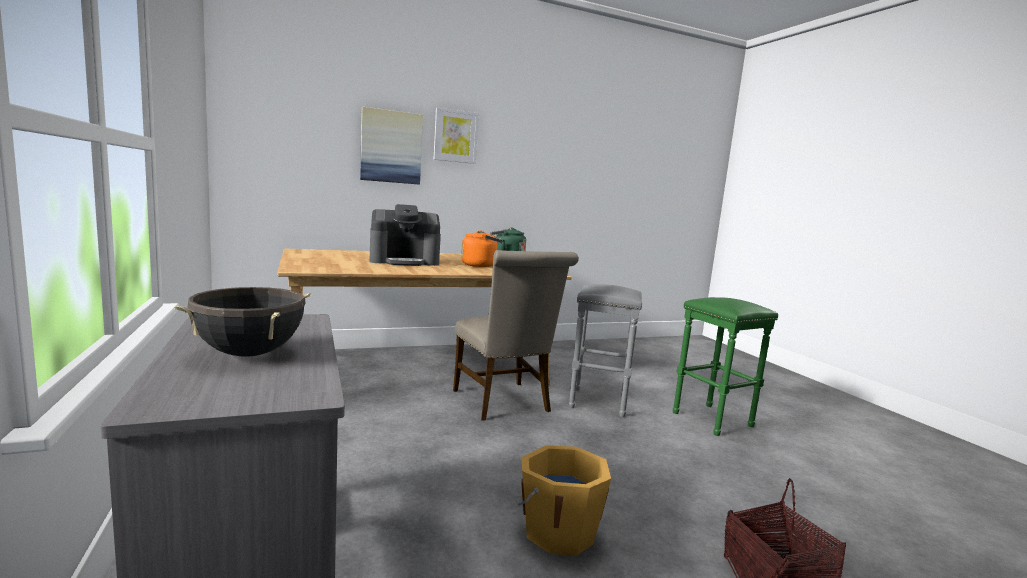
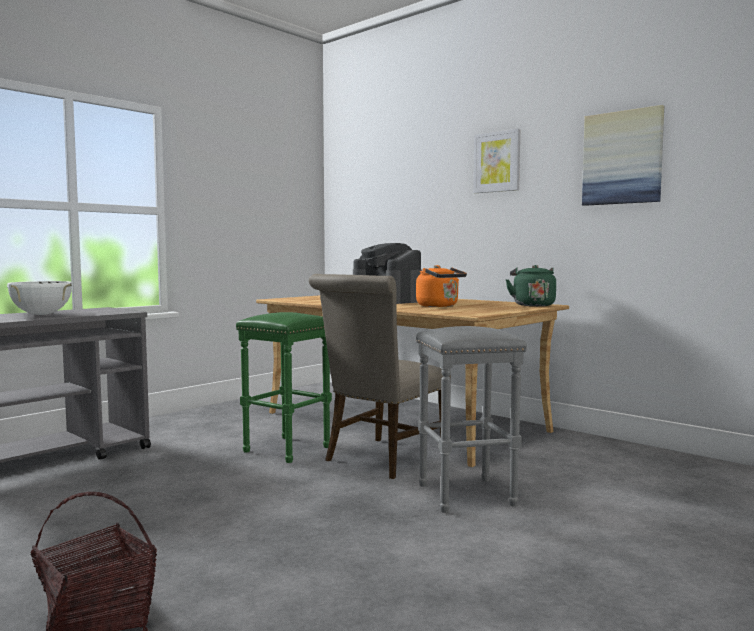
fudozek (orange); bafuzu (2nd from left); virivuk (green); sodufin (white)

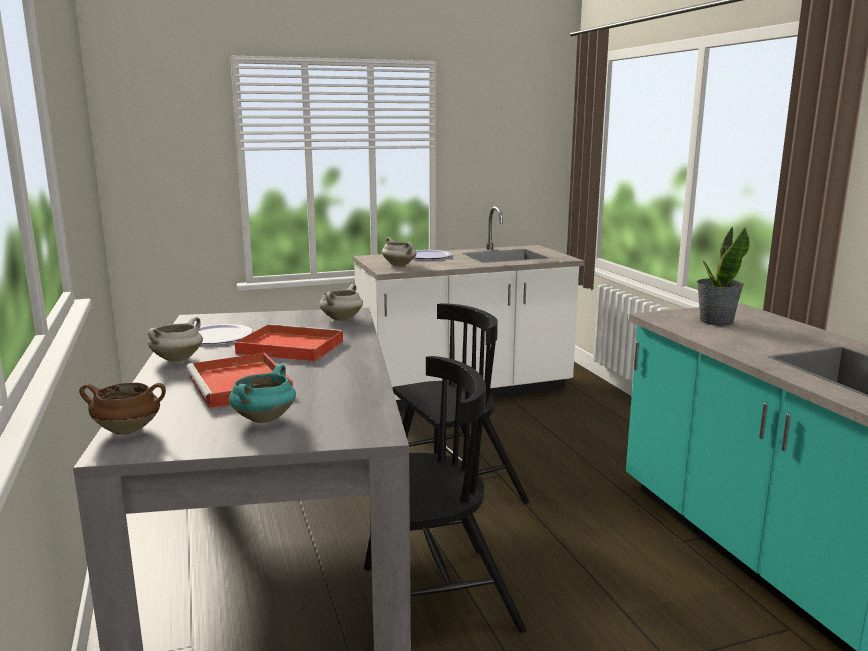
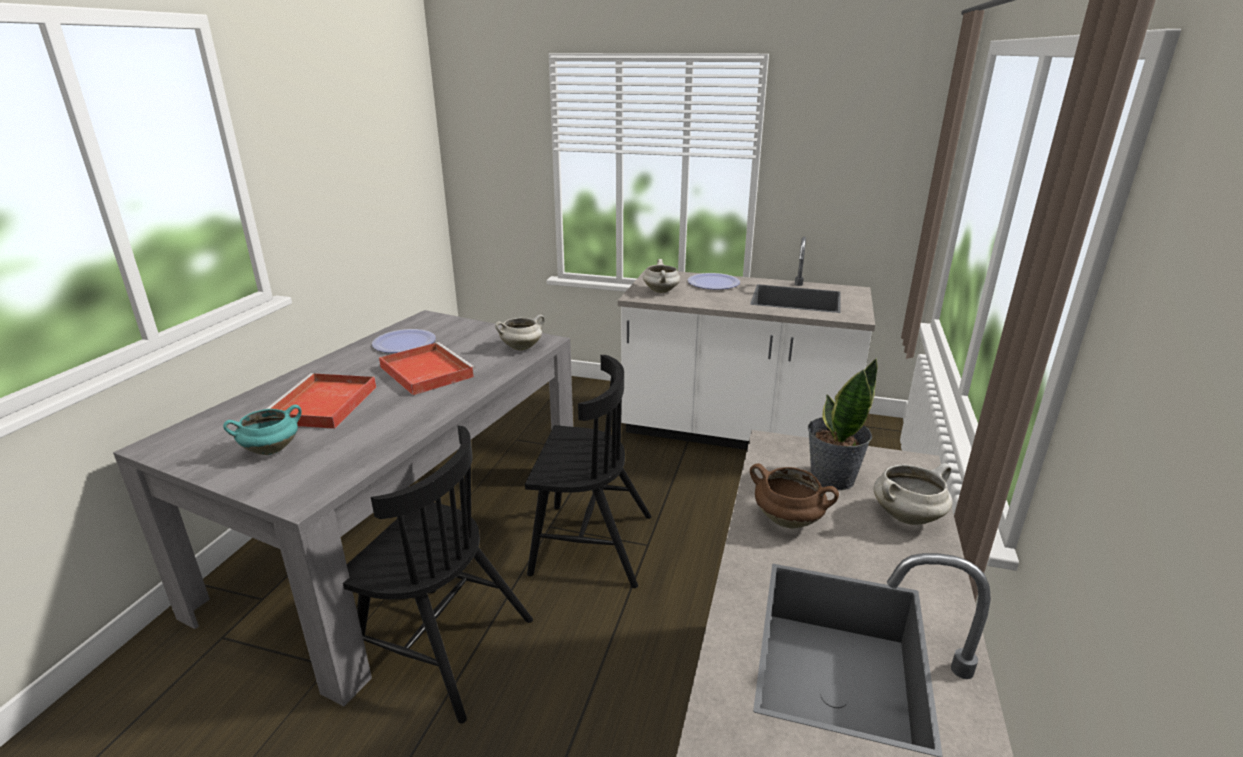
sodufin (brown); sodufin (white) (3rd from left)

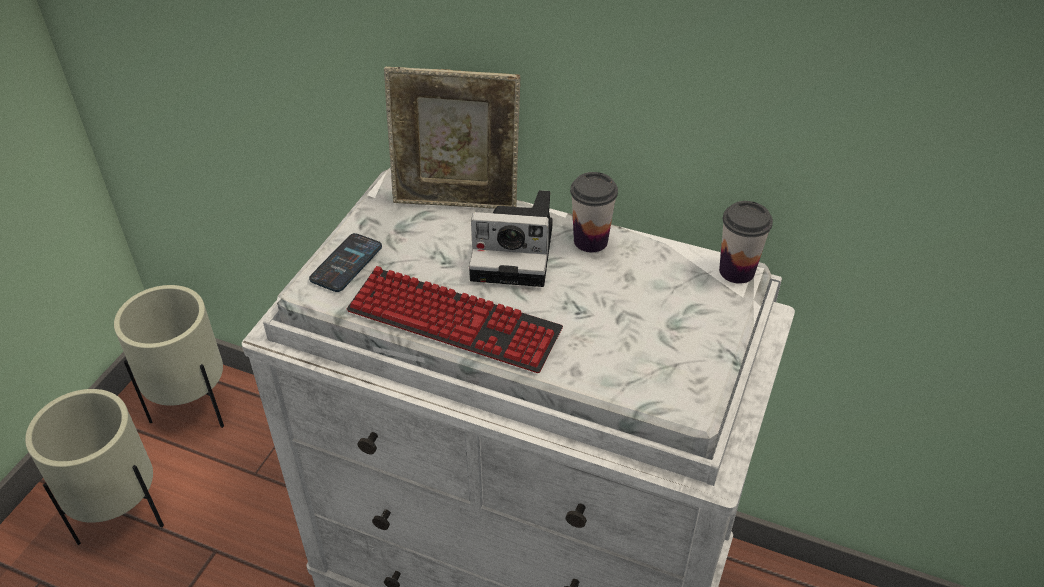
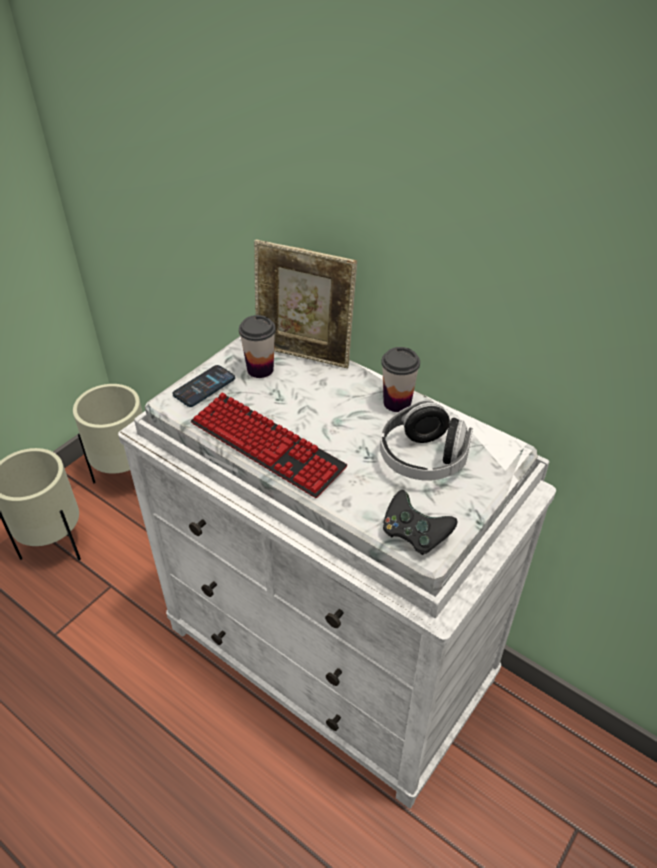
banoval; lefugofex; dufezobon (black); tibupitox (1st from left)

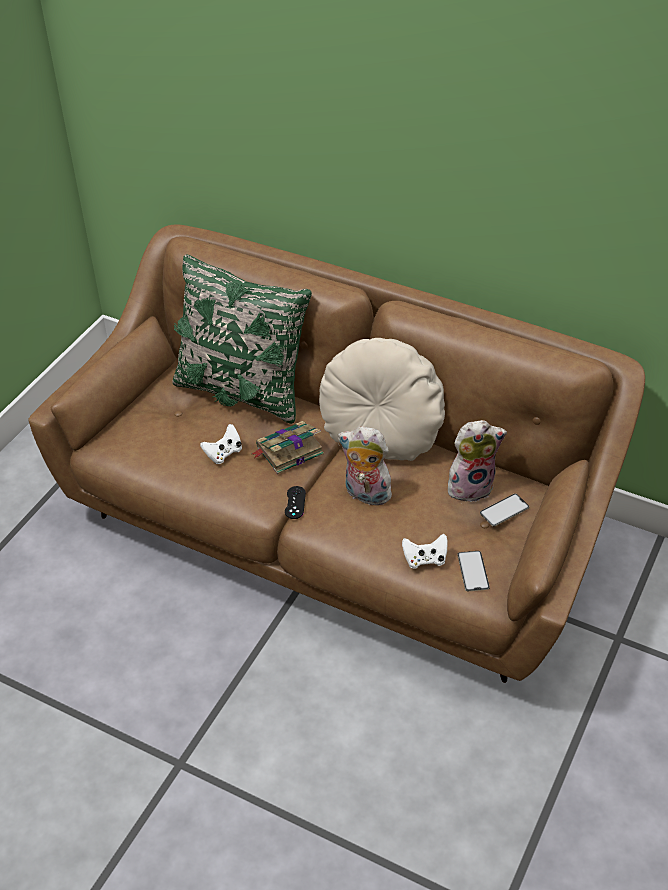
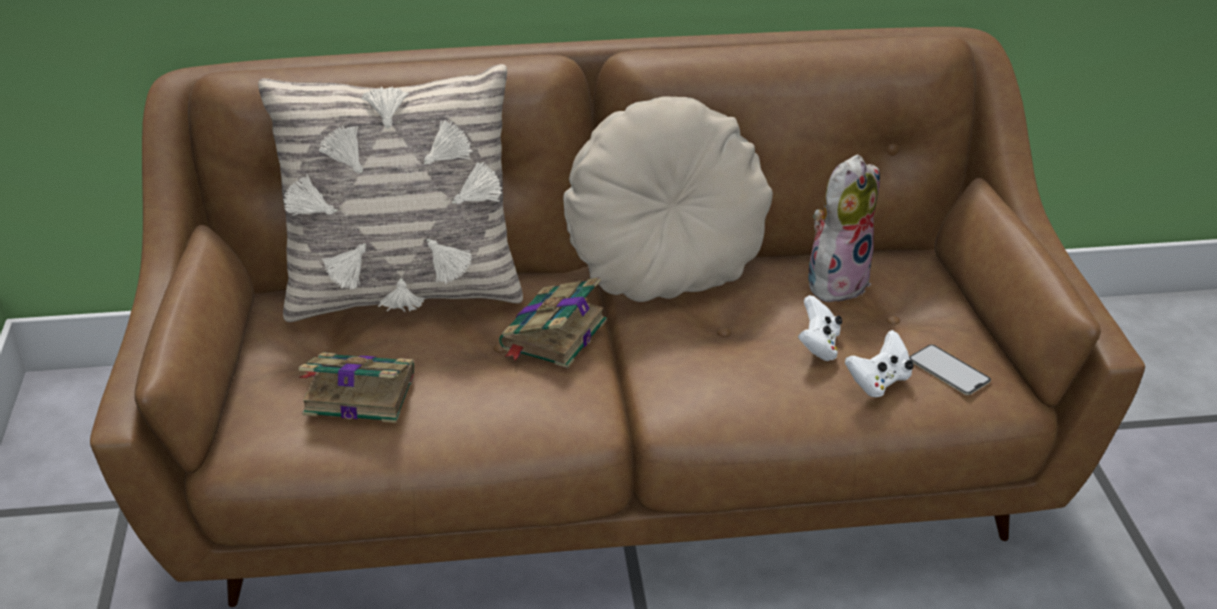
dufezobon (black); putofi (1st from left in the first image); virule (2nd from left in the first image); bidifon (1st from left); dufezobon (white) (1st from left); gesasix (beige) (1st from left)

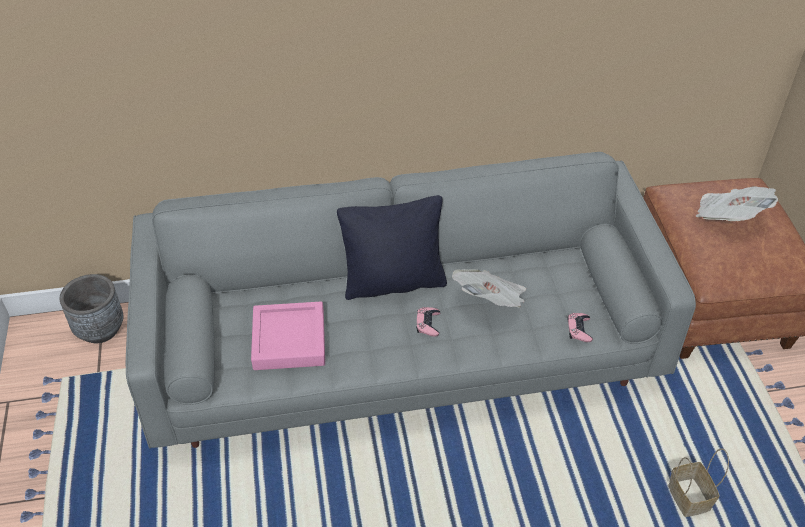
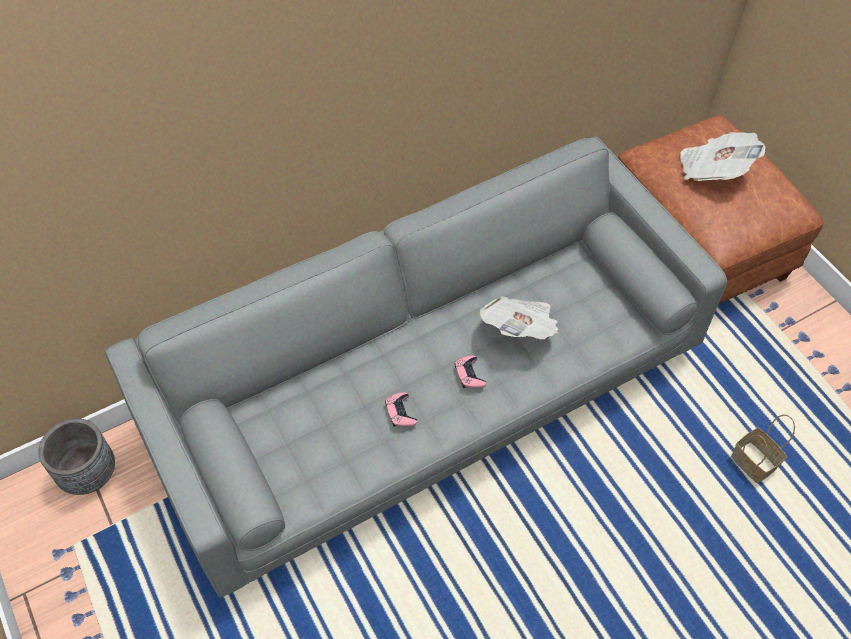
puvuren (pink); gesasix (black); dufezobon (pink) (1st from left)

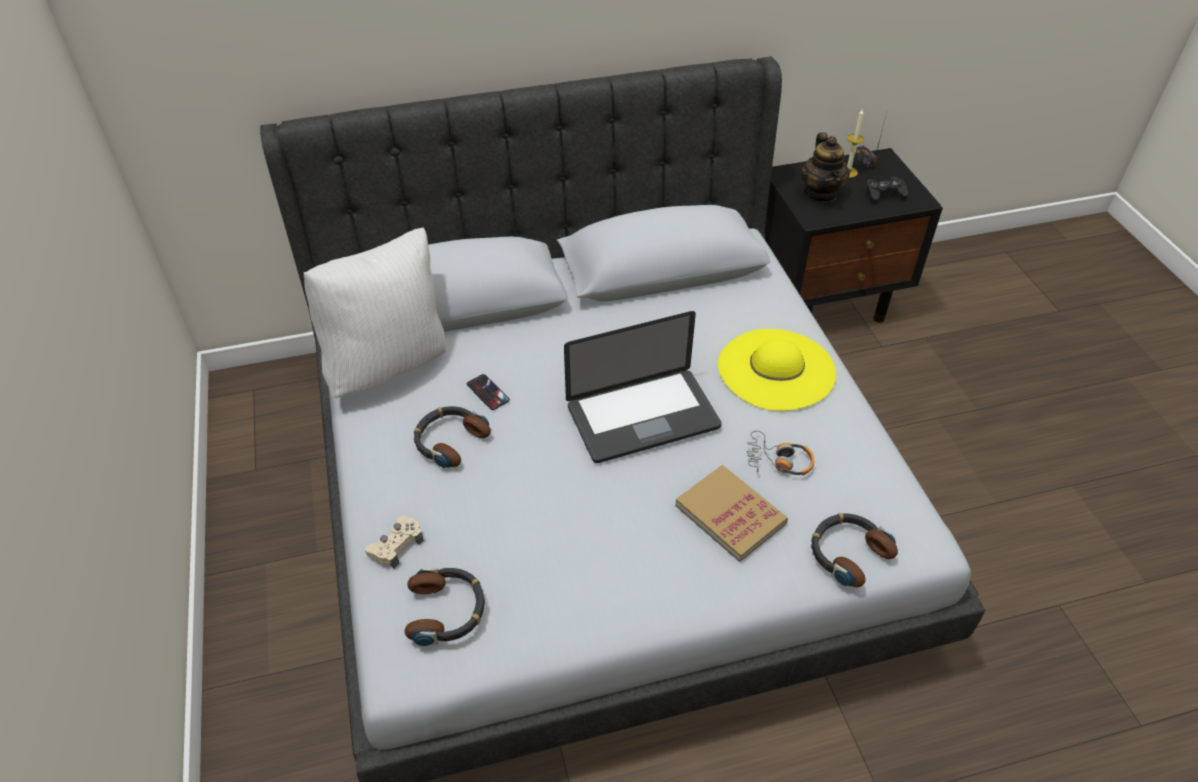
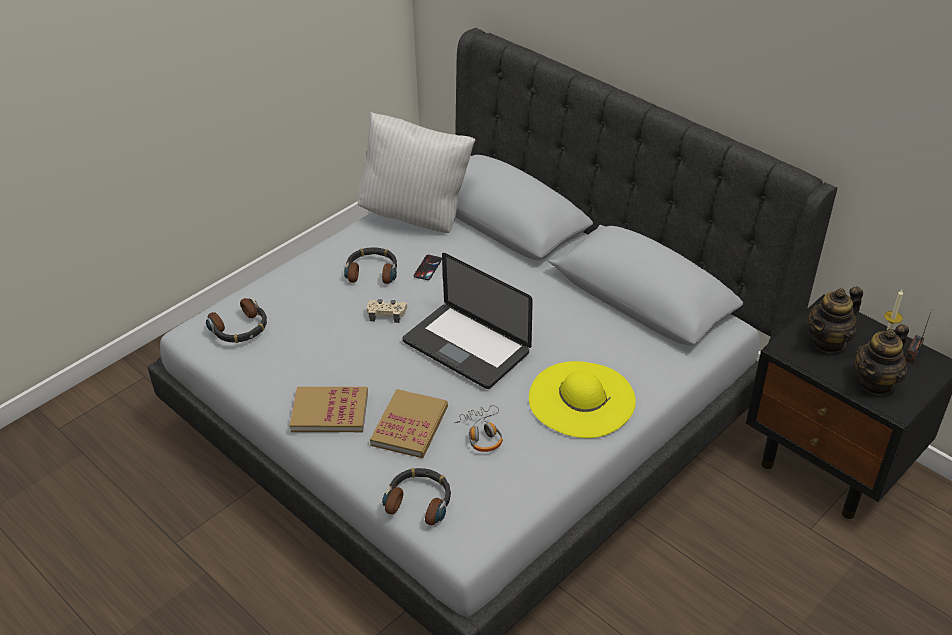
bidifon (1st from left); dufezobon (beige); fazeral (2nd from left)

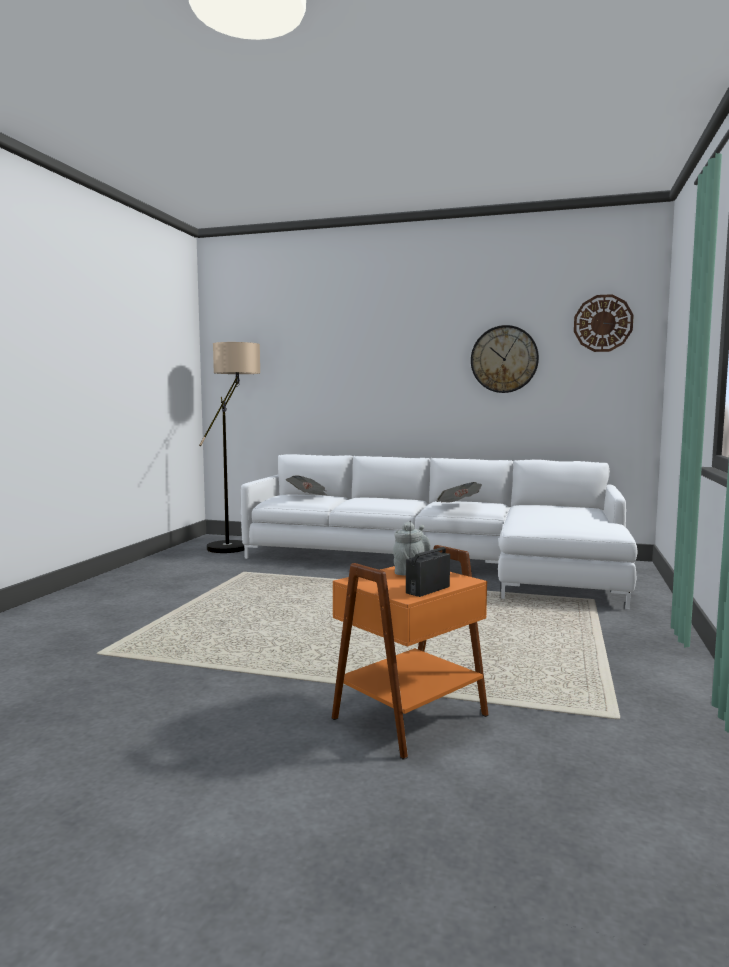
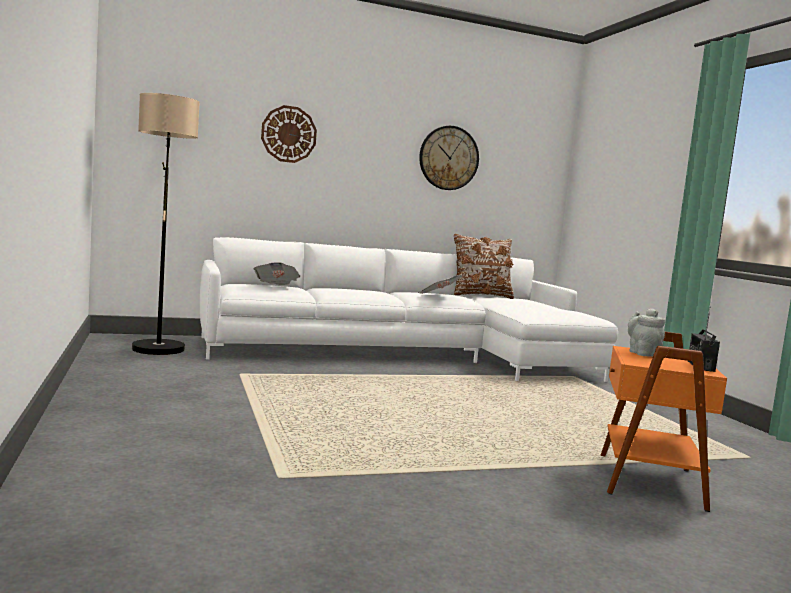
gesasix (brown); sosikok (1st from left)

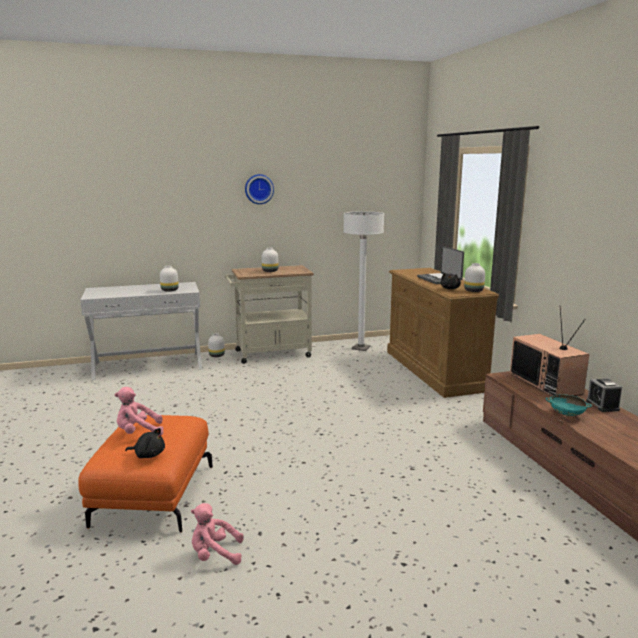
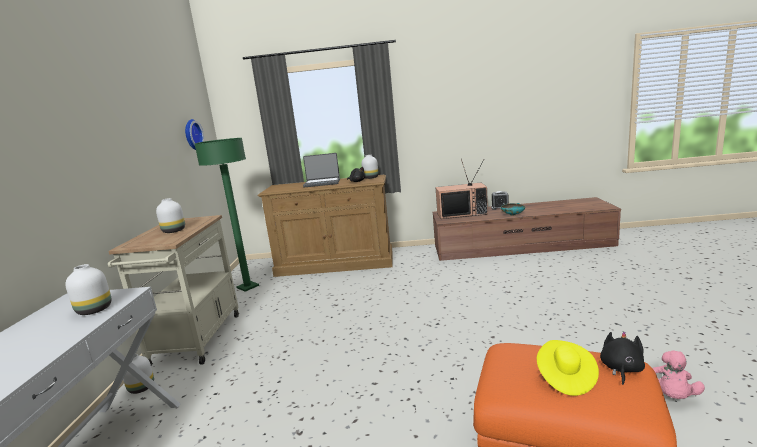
sosikok; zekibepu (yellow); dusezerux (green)

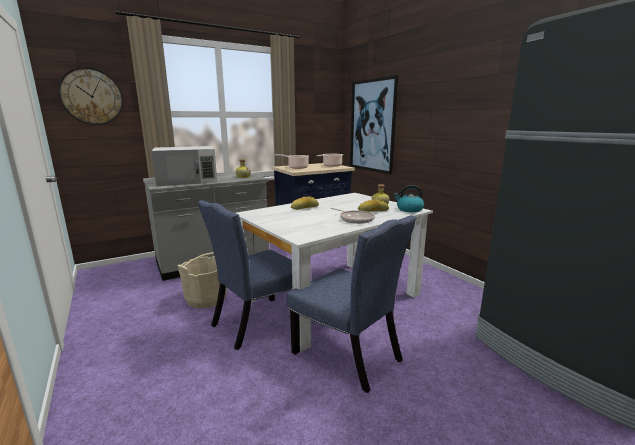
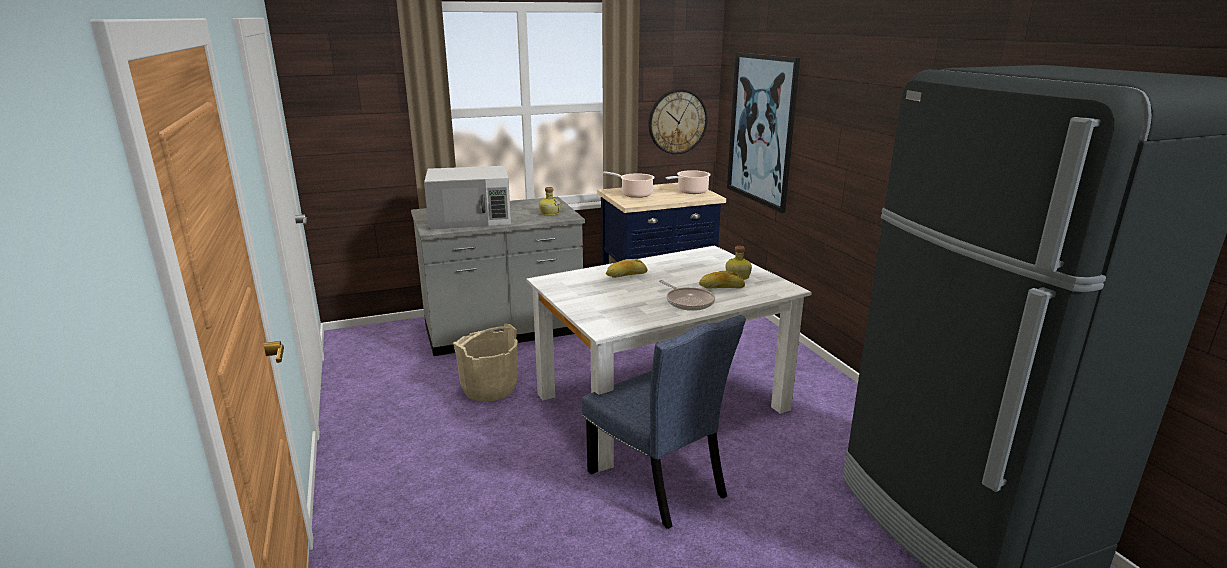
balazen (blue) (1st from left in the first image); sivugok; sosikok

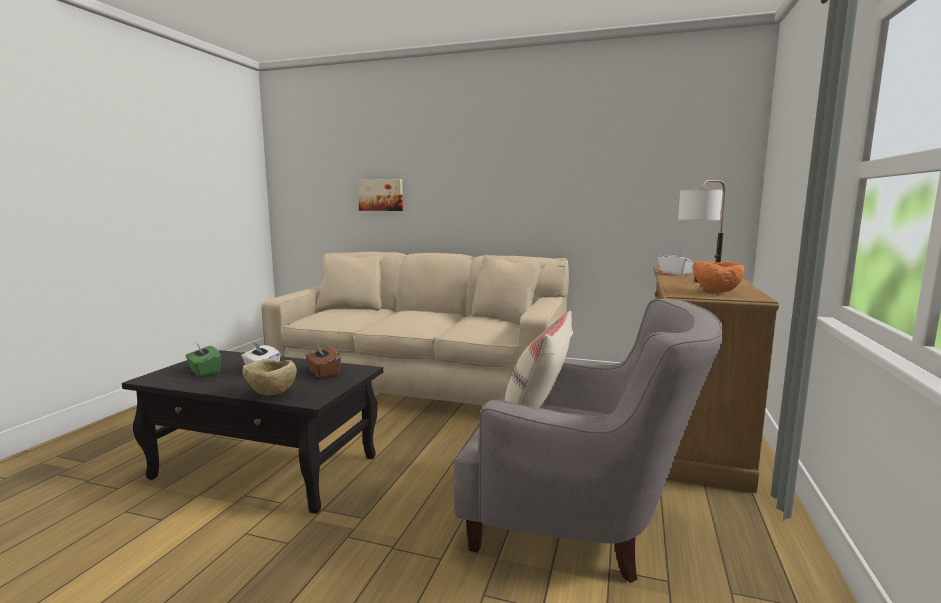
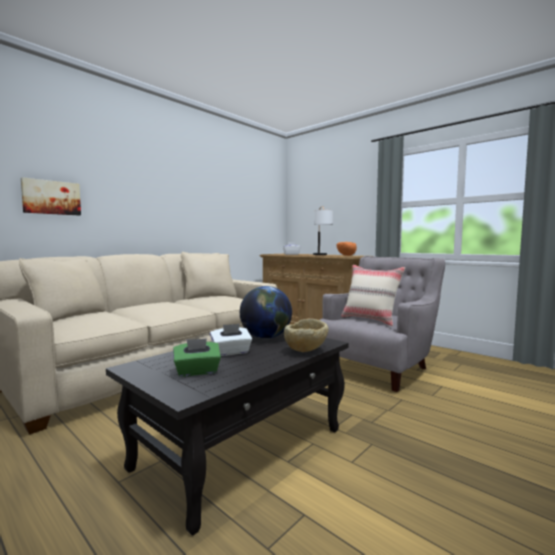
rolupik

